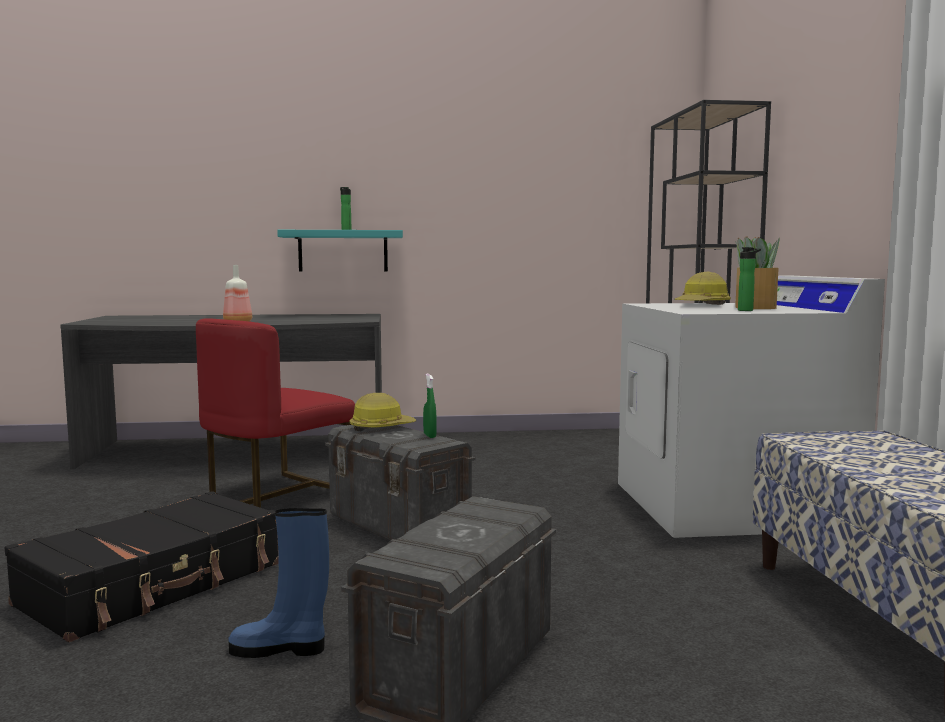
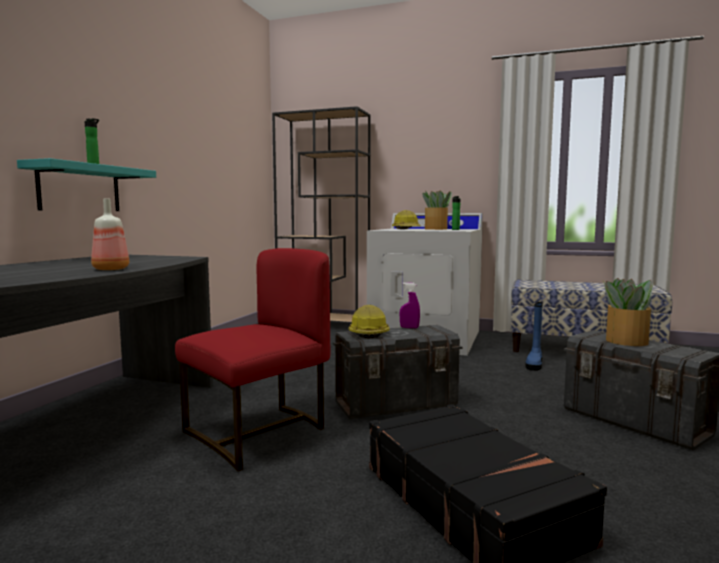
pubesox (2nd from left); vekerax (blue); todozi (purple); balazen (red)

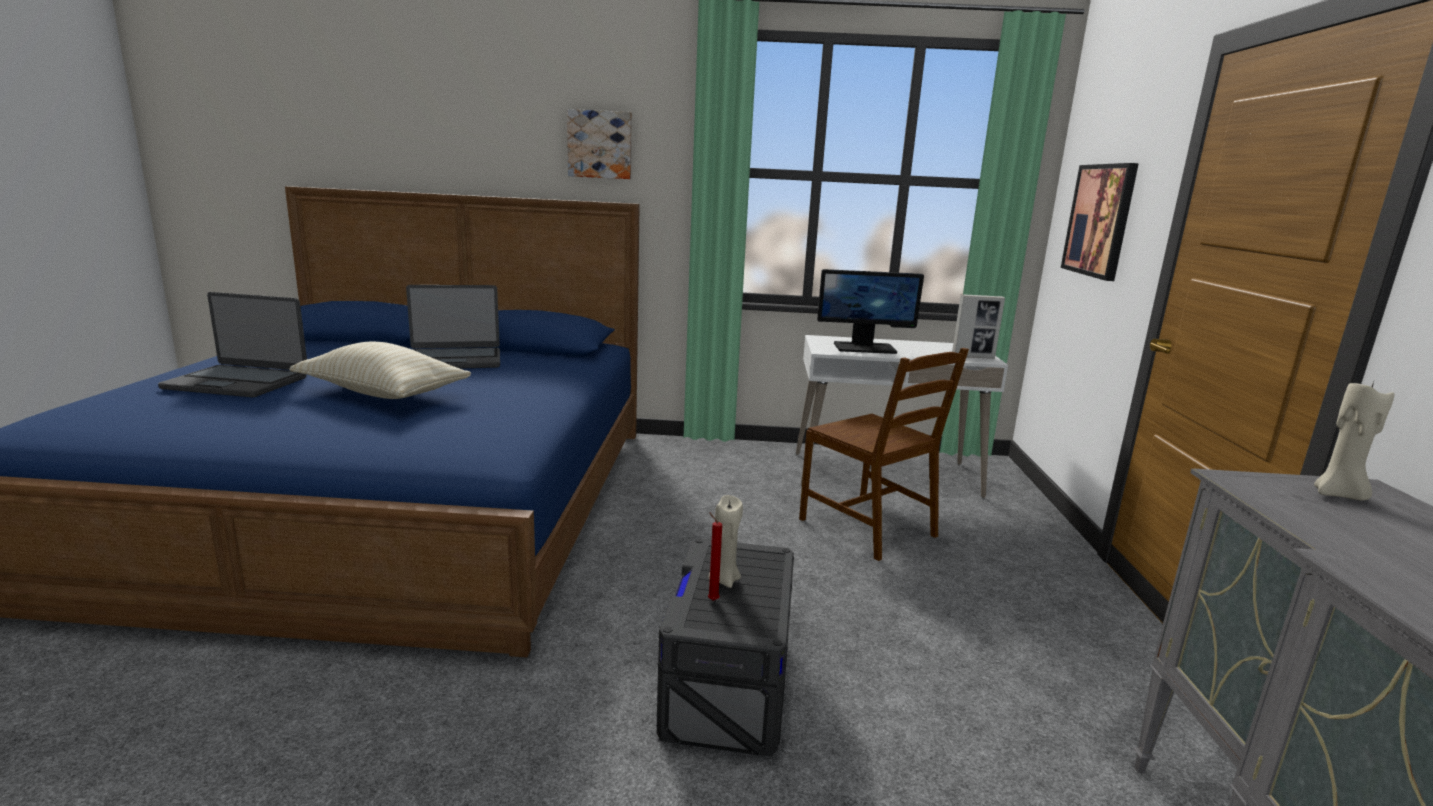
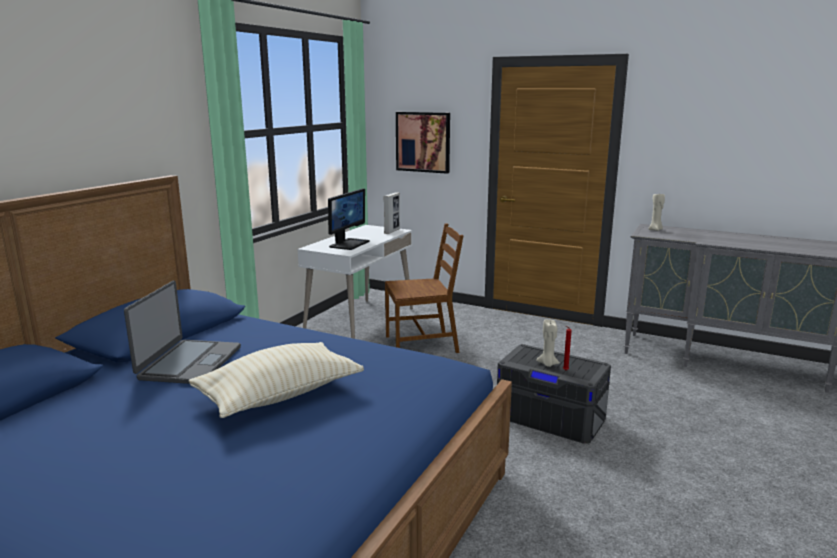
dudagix (1st from left in the first image); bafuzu (1st from left in the first image)

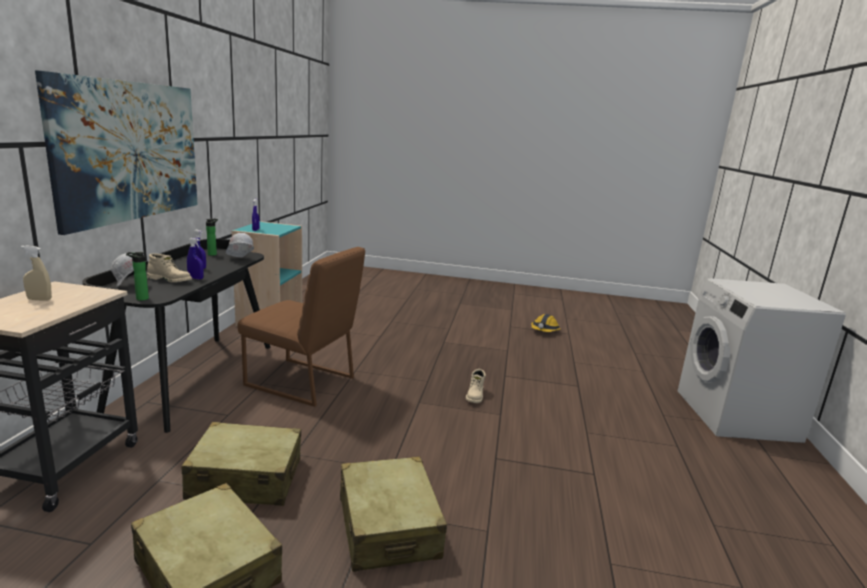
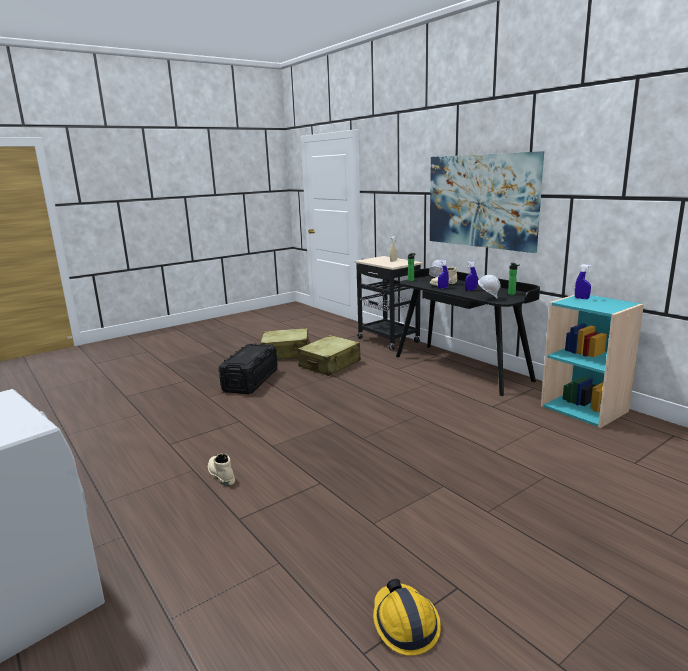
balazen (brown); vekerax (beige) (1st from left); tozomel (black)

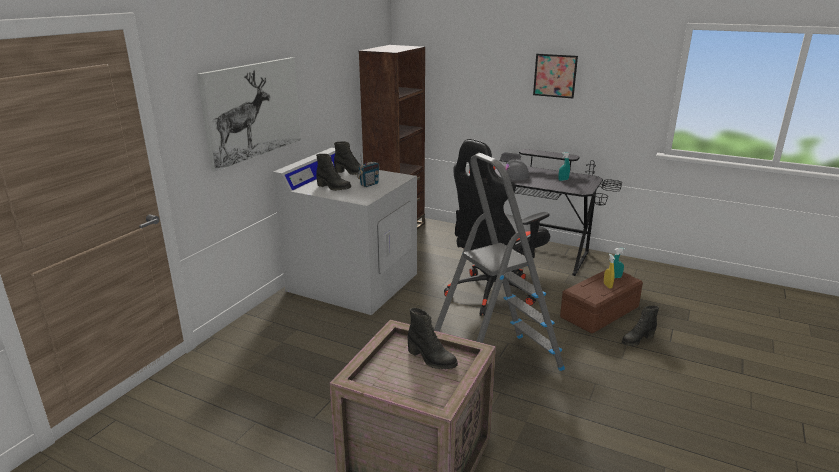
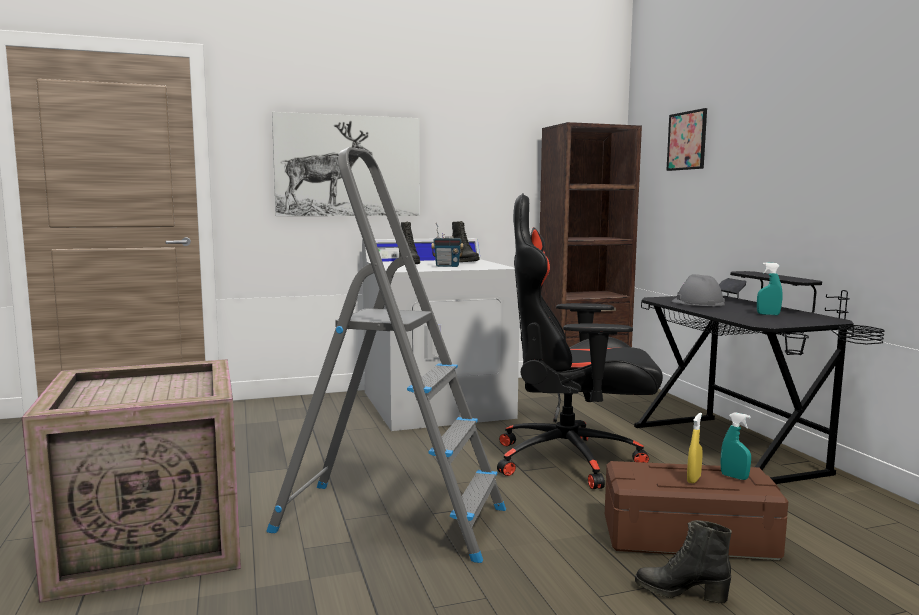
vekerax (black) (3rd from left in the first image); bafuzu (2nd from left)

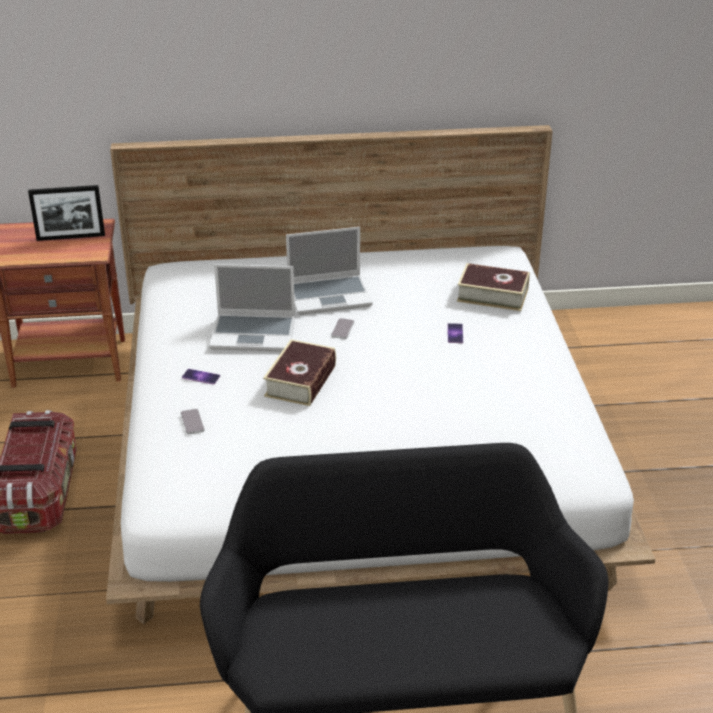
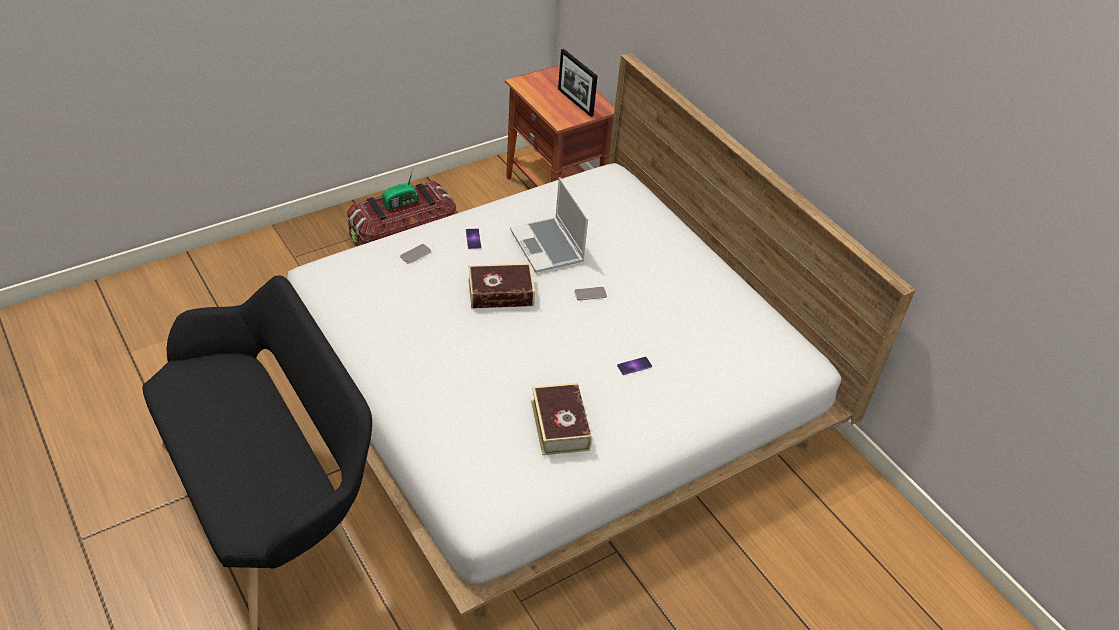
dudagix (2nd from left in the first image); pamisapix; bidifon (2nd from left)

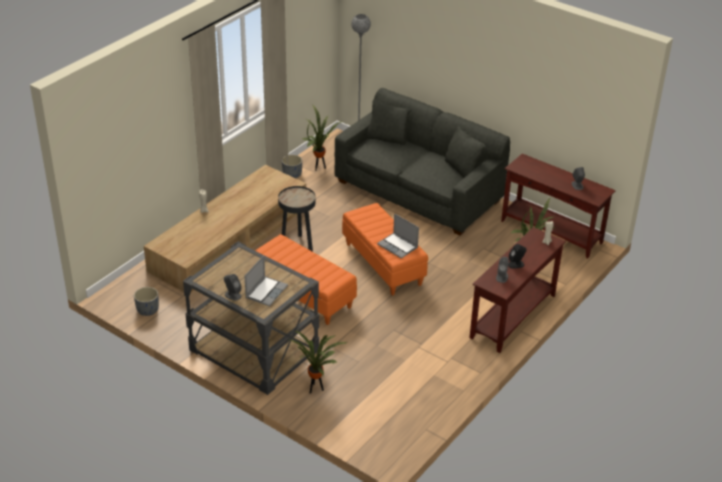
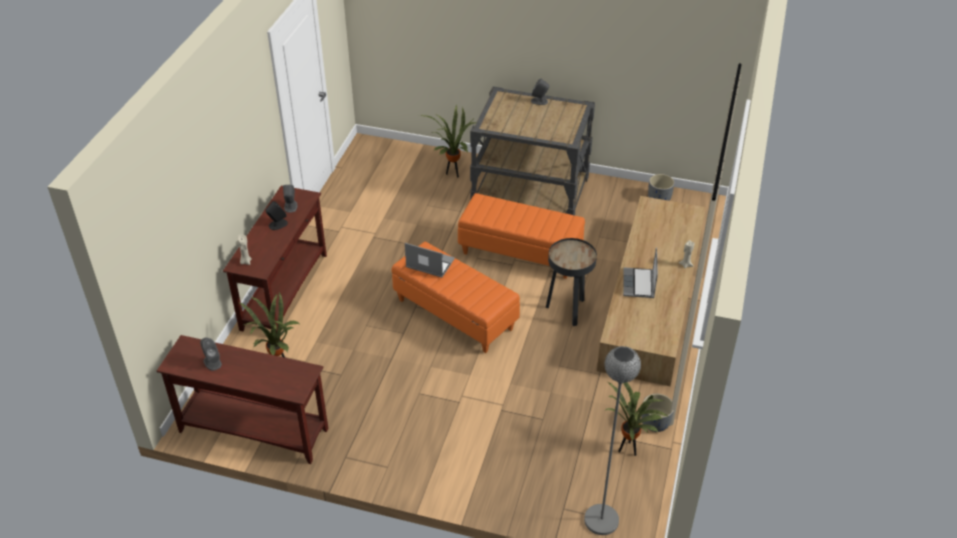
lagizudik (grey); dudagix (2nd from left)

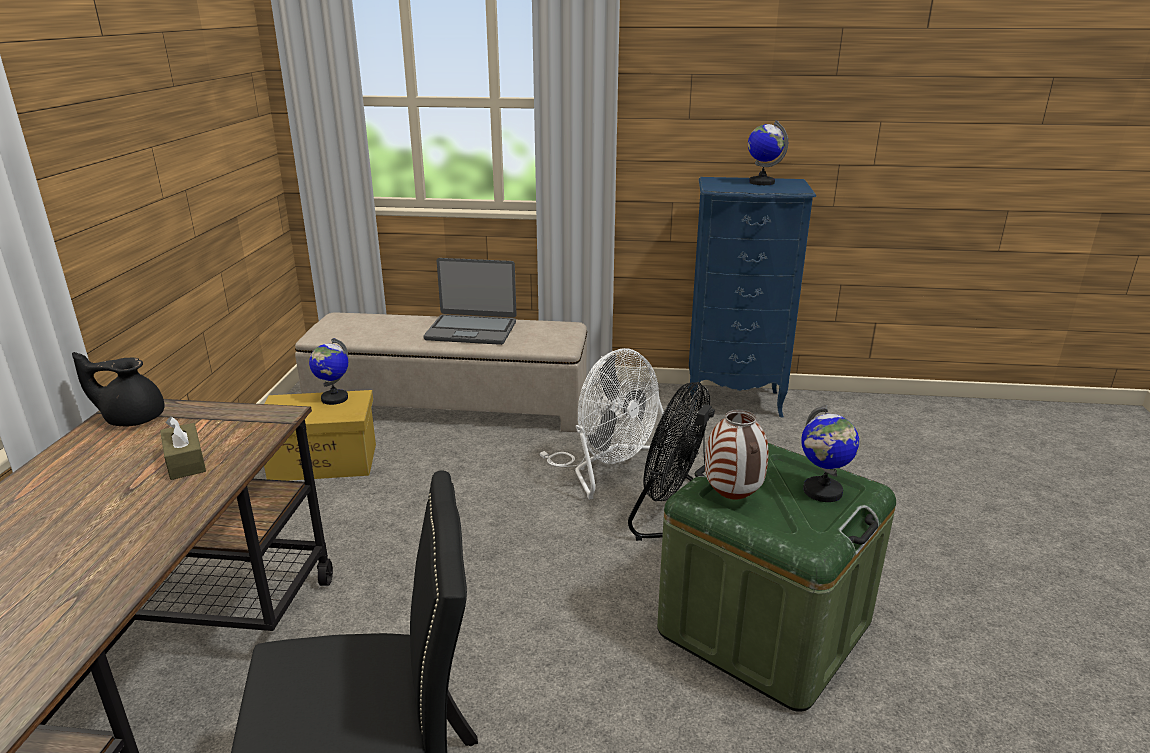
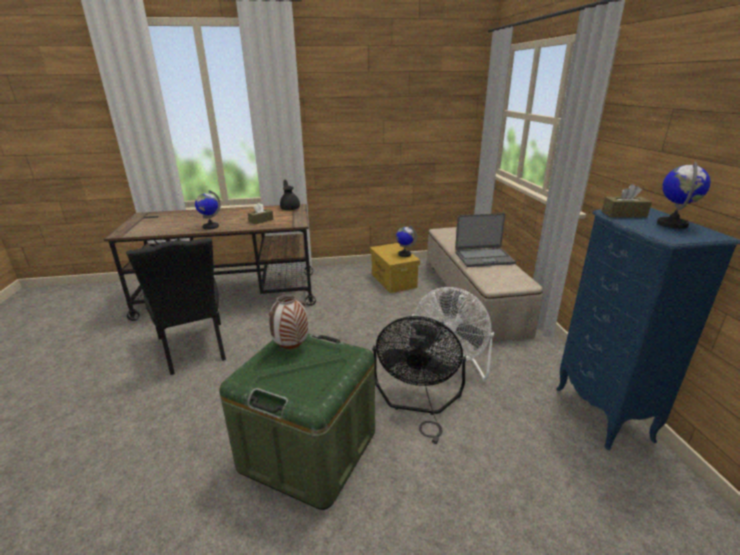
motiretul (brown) (2nd from left); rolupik (1st from left); dudagix

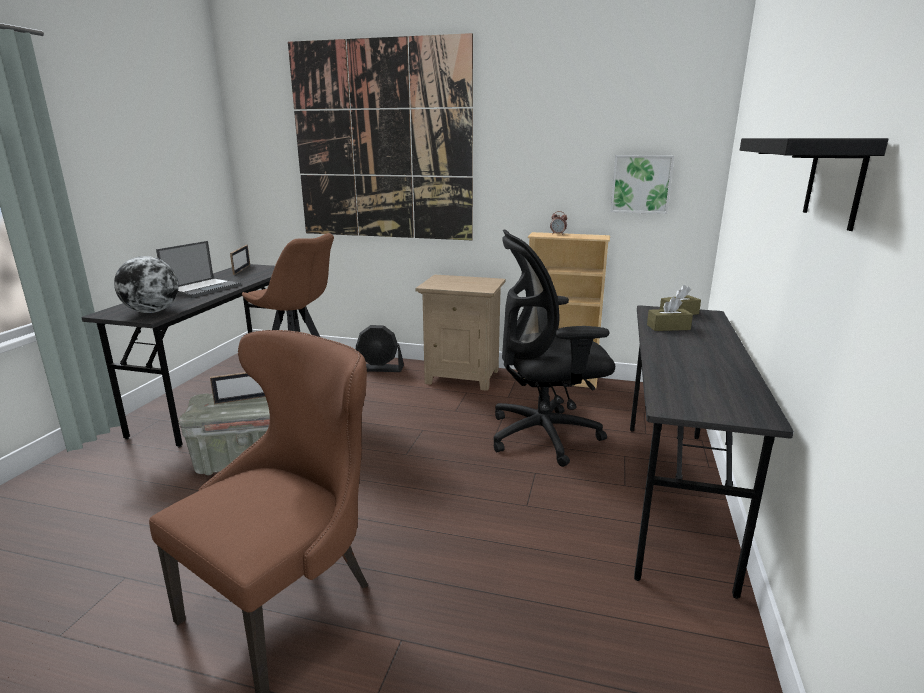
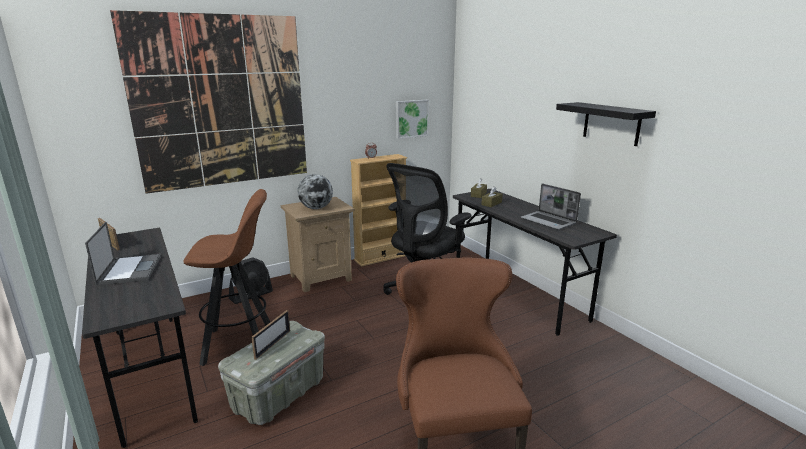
dudagix (2nd from left); rolupik

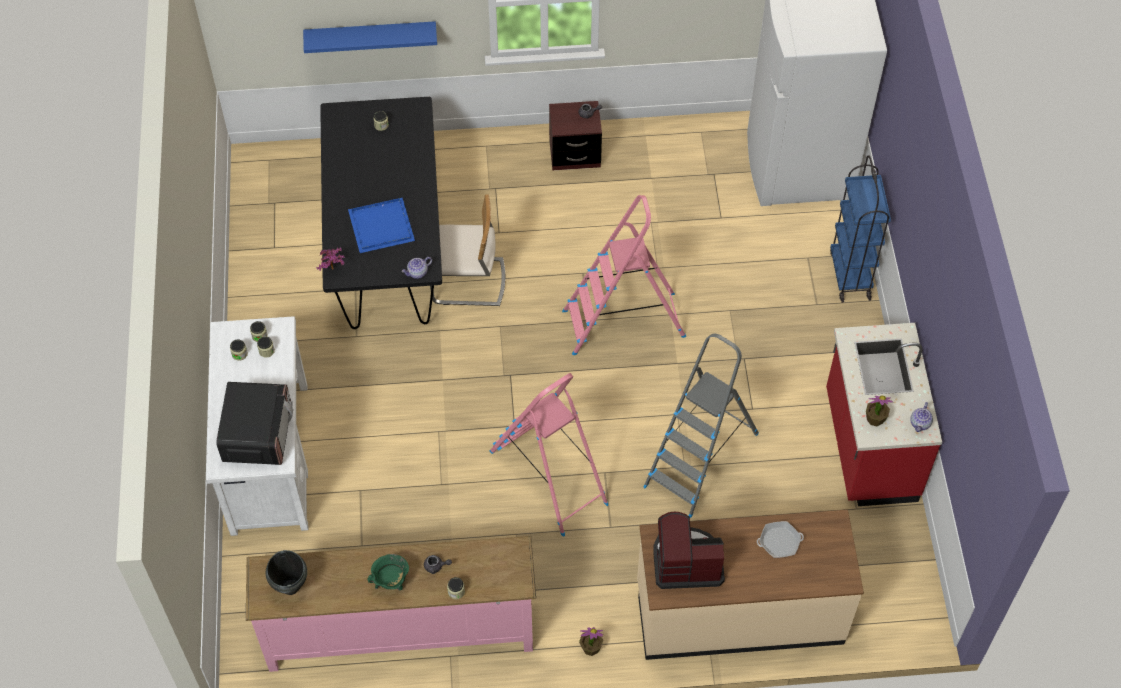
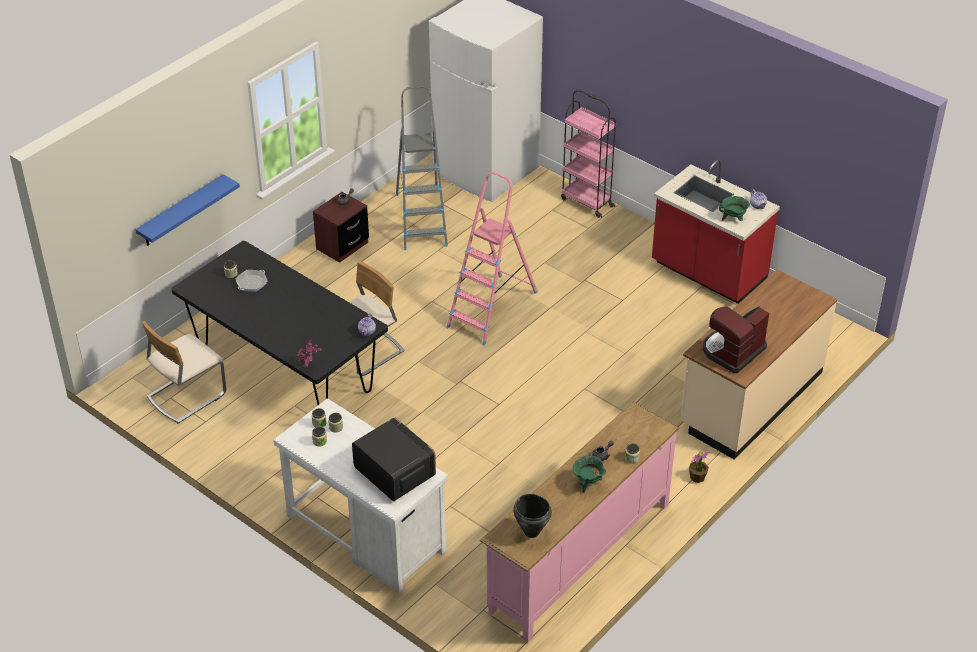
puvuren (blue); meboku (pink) (1st from left in the first image); balazen (beige) (1st from left); meboku (grey); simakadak; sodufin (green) (2nd from left); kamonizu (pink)

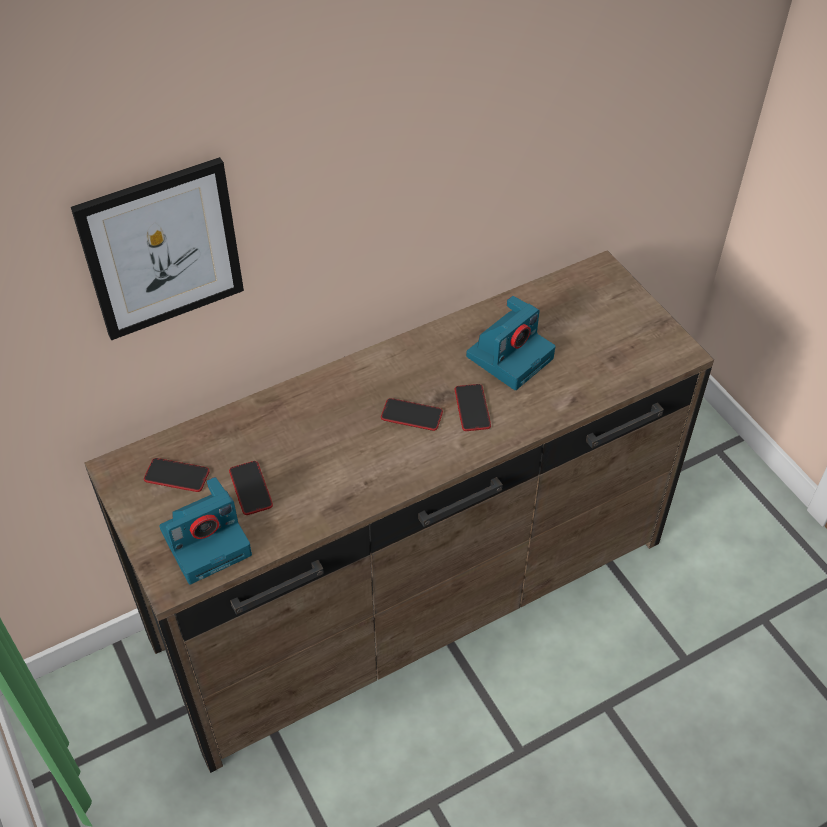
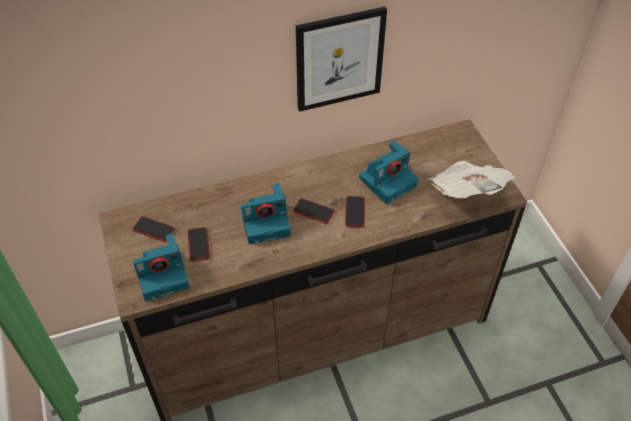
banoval (2nd from left); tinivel; bafuzu

